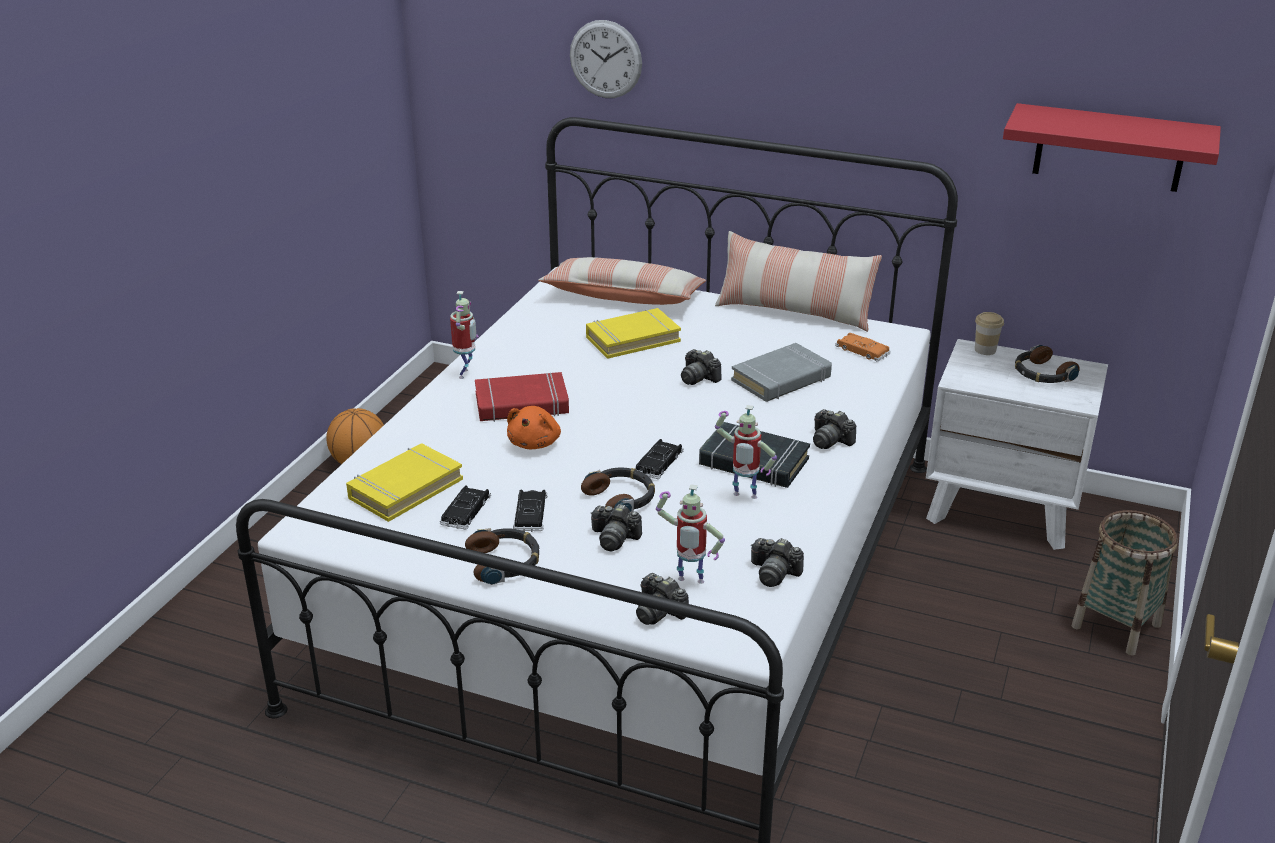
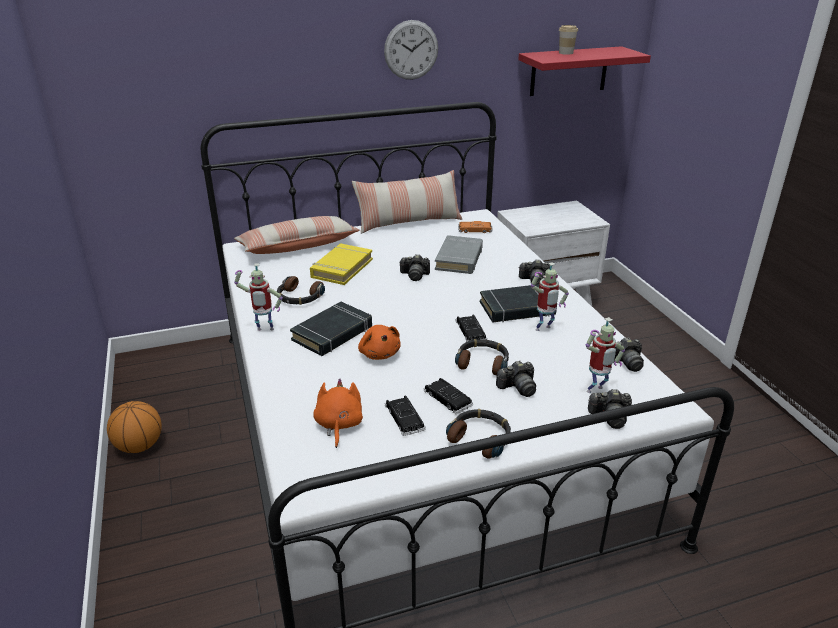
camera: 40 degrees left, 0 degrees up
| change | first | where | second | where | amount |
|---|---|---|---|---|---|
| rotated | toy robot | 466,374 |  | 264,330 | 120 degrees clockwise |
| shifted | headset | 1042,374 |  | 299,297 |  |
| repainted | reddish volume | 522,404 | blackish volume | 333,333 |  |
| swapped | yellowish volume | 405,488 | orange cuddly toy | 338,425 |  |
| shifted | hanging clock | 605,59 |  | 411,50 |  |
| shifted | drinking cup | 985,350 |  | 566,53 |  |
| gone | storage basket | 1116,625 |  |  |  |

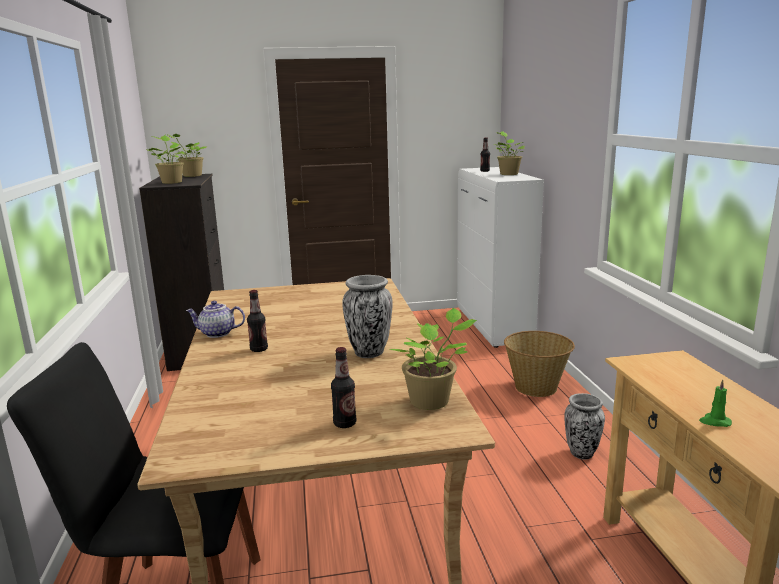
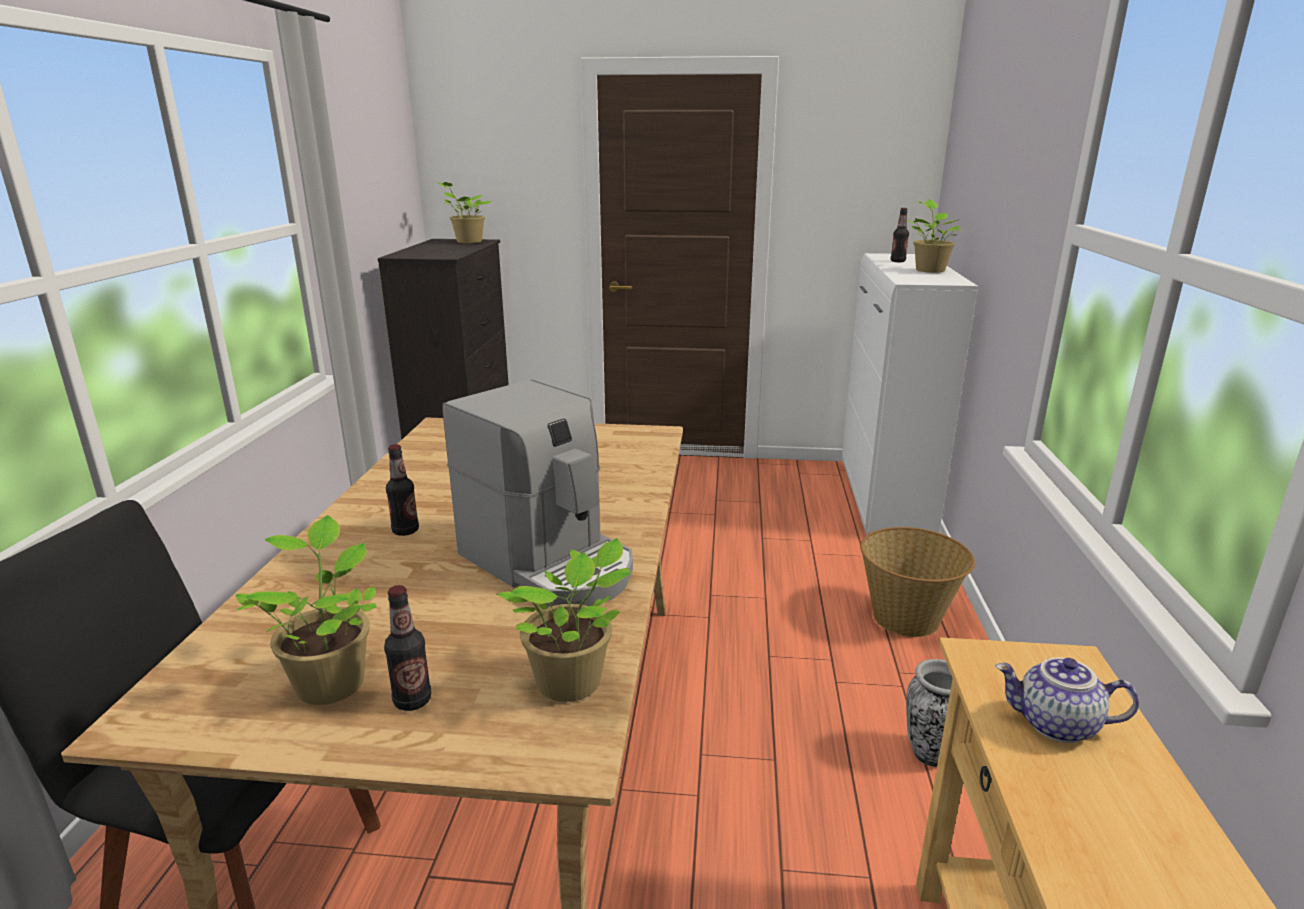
camera: 15 degrees right, 5 degrees up
| change | first | where | second | where | amount |
|---|---|---|---|---|---|
| shifted | plant in a pot | 171,182 |  | 331,681 |  |
| swapped | vase | 369,352 | coffee maker | 550,564 |  |
| shifted | pot for tea | 217,334 |  | 1055,725 |  |
| gone | greenish wax candle | 714,422 |  |  |  |

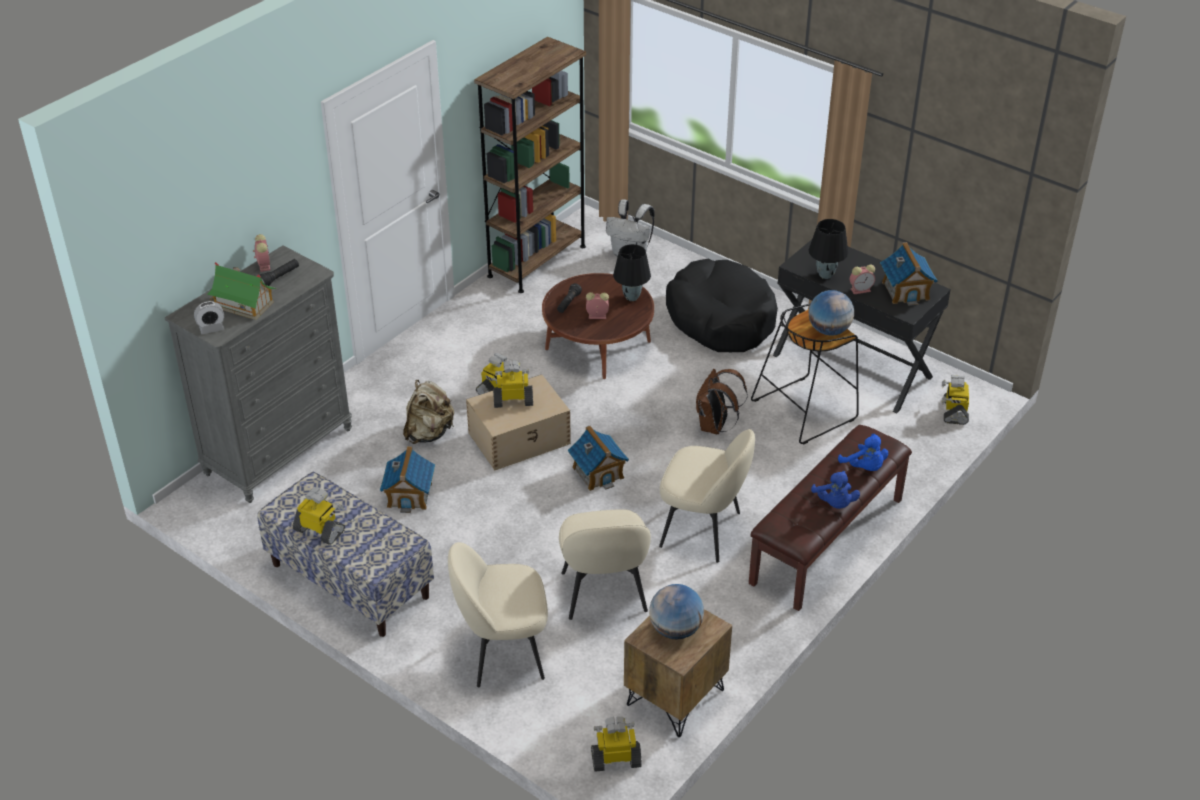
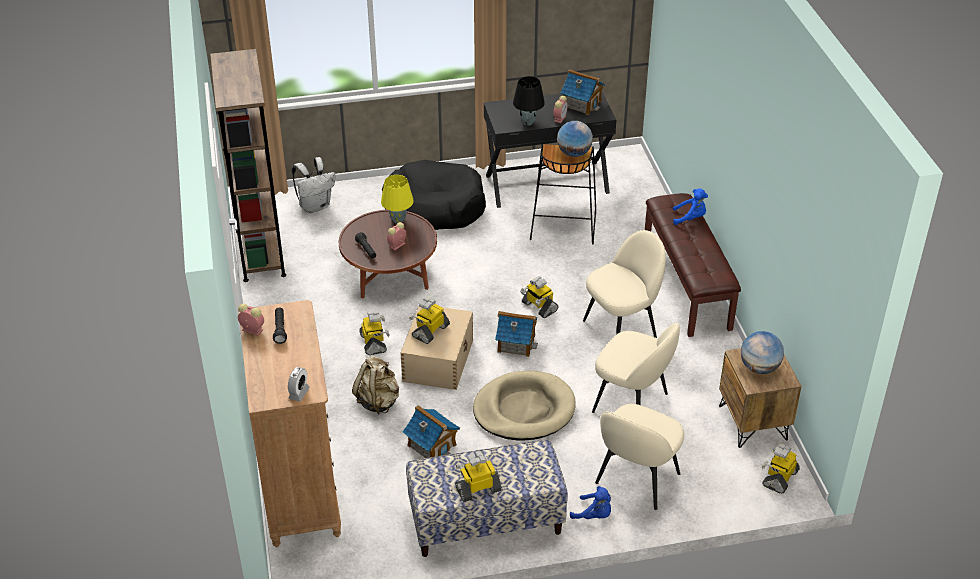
camera: 50 degrees left, 0 degrees up
| change | first | where | second | where | amount |
|---|---|---|---|---|---|
| repainted | greyish drawer chest | 279,451 | brown-coloured drawer chest | 299,491 |  |
| repainted | blackish lamp for a table | 631,297 | yellowish lamp for a table | 397,220 |  |
| new |  |  | beige pet bed | 524,409 |  |
| shifted | toy robot | 954,411 |  | 539,307 |  |
| shifted | blue-coloured cuddly toy | 834,503 |  | 594,515 |  |
| gone | toy house | 243,304 |  |  |  |
| gone | brown-coloured rucksack | 715,426 |  |  |  |

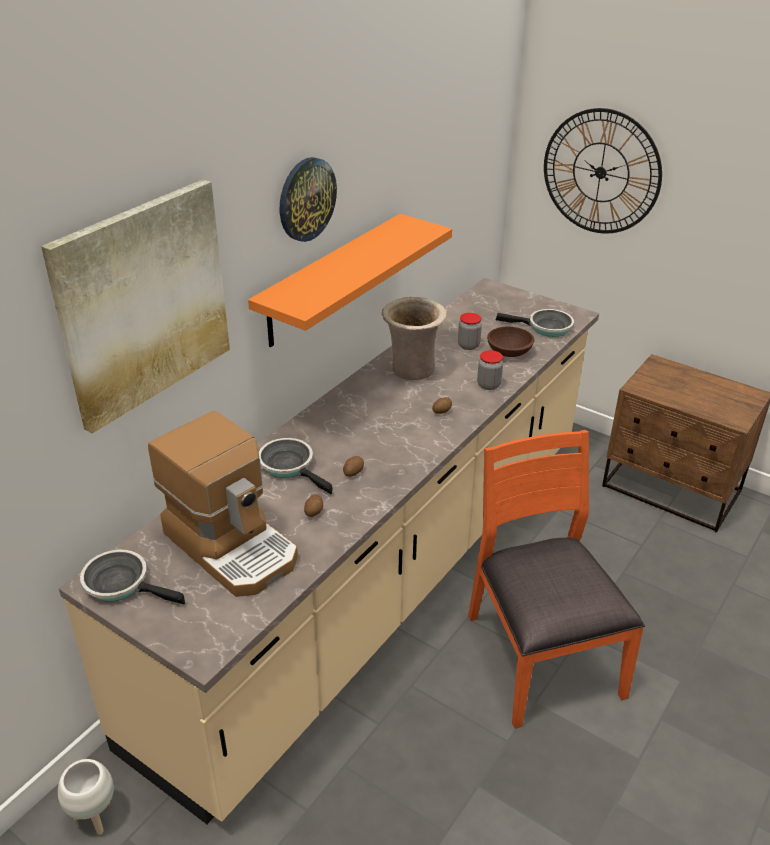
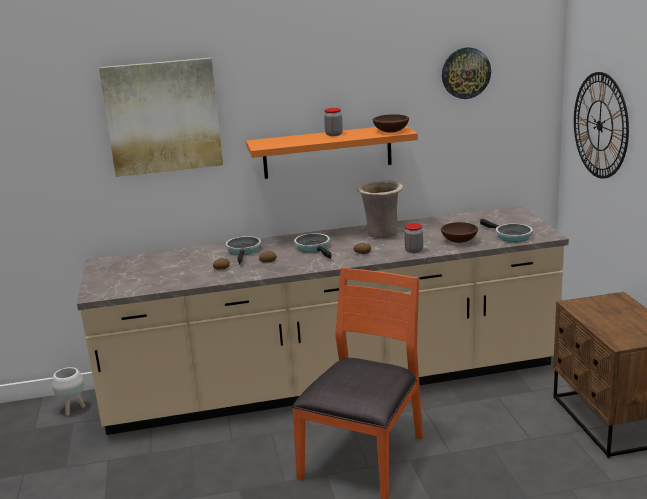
camera: 45 degrees right, 15 degrees down
| change | first | where | second | where | amount |
|---|---|---|---|---|---|
| shifted | frying pan | 122,584 |  | 314,248 |  |
| shifted | jar | 468,345 |  | 334,134 |  |
| new |  |  | brown-coloured deep dish | 390,131 |  |
| shifted | hanging clock | 306,199 |  | 465,73 |  |
| gone | coffee maker | 233,545 |  |  |  |

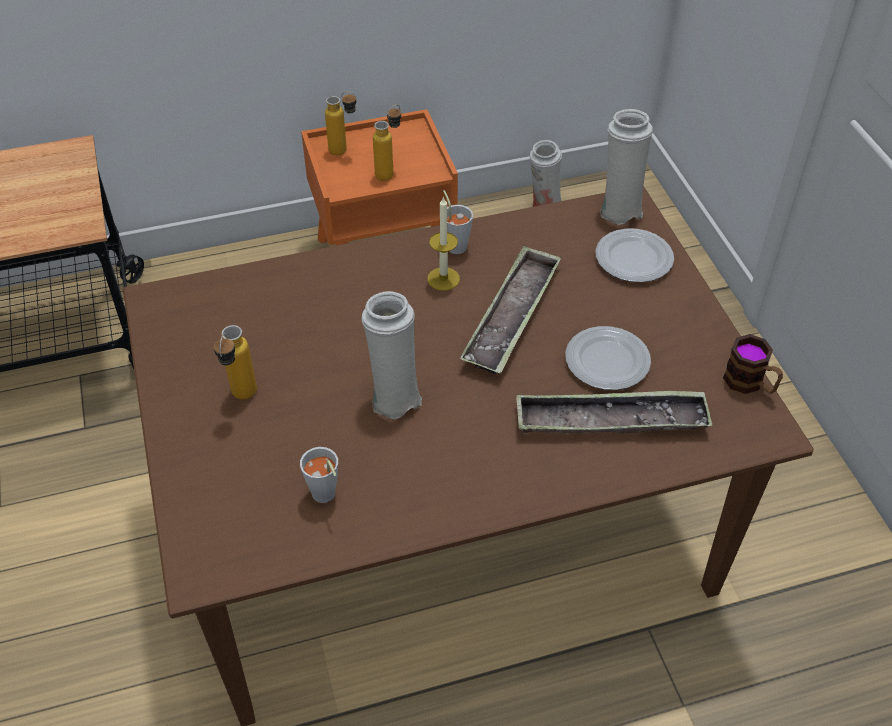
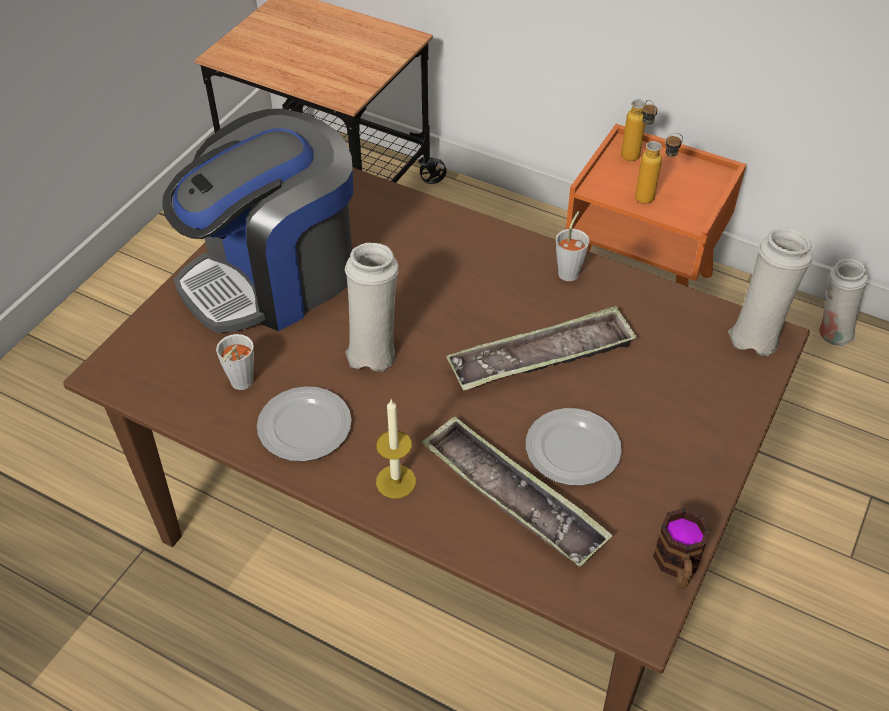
camera: 45 degrees right, 0 degrees up
| change | first | where | second | where | amount |
|---|---|---|---|---|---|
| swapped | beverage bottle | 241,399 | coffee maker | 274,277 |  |
| shifted | dinner plate | 634,258 |  | 306,427 |  |
| shifted | wax candle | 443,279 |  | 396,481 |  |

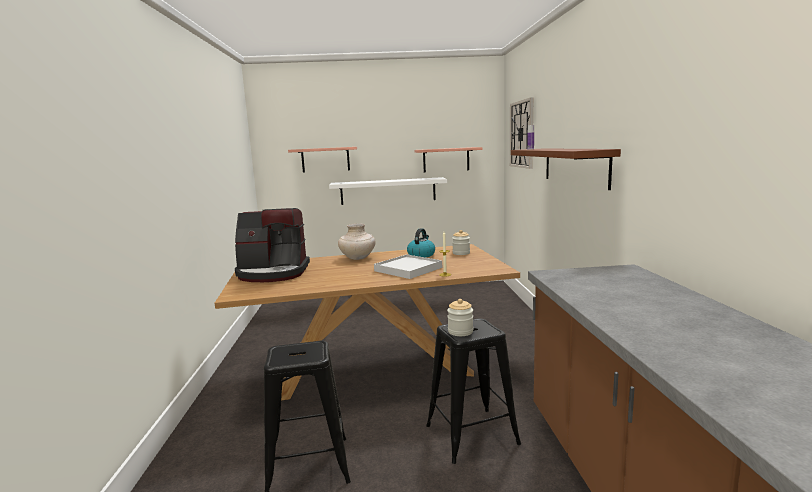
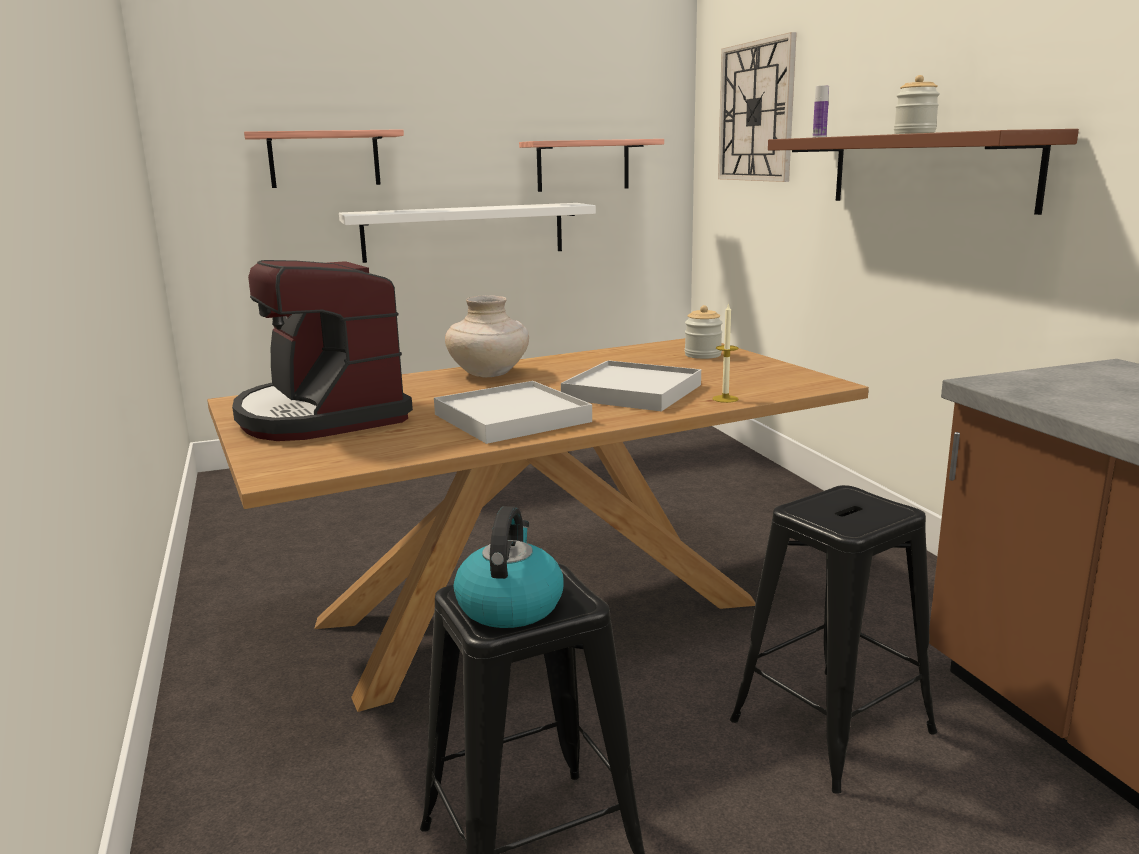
camera: 15 degrees left, 5 degrees up
| change | first | where | second | where | amount |
|---|---|---|---|---|---|
| rotated | coffee maker | 273,273 |  | 321,416 | 75 degrees clockwise |
| new |  |  | white carrying tray | 512,418 |  |
| shifted | water kettle | 421,255 |  | 509,605 |  |
| shifted | jar | 460,331 |  | 914,133 |  |

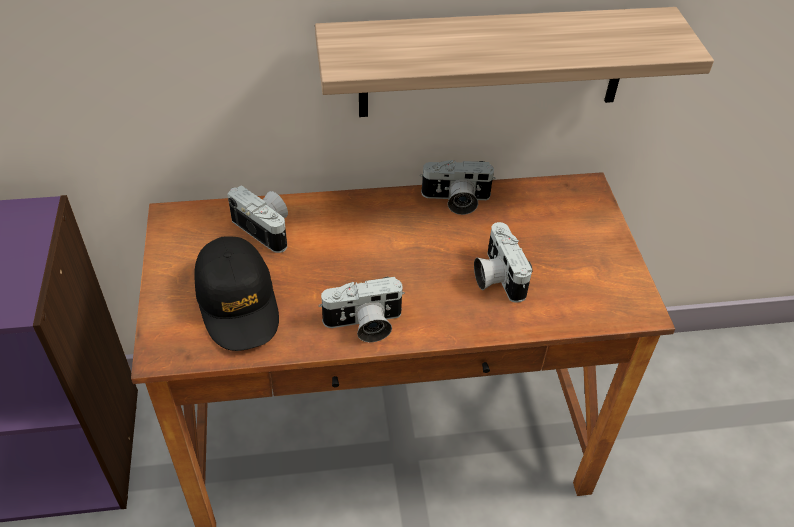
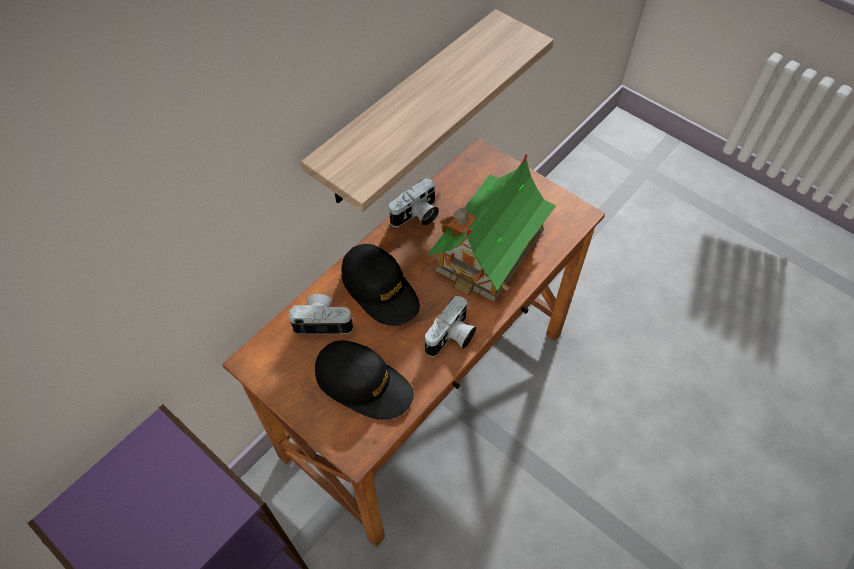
camera: 40 degrees left, 10 degrees up
| change | first | where | second | where | amount |
|---|---|---|---|---|---|
| new |  |  | blackish peaked cap | 380,290 |  |
| swapped | photo camera | 496,276 | toy house | 490,250 |  |

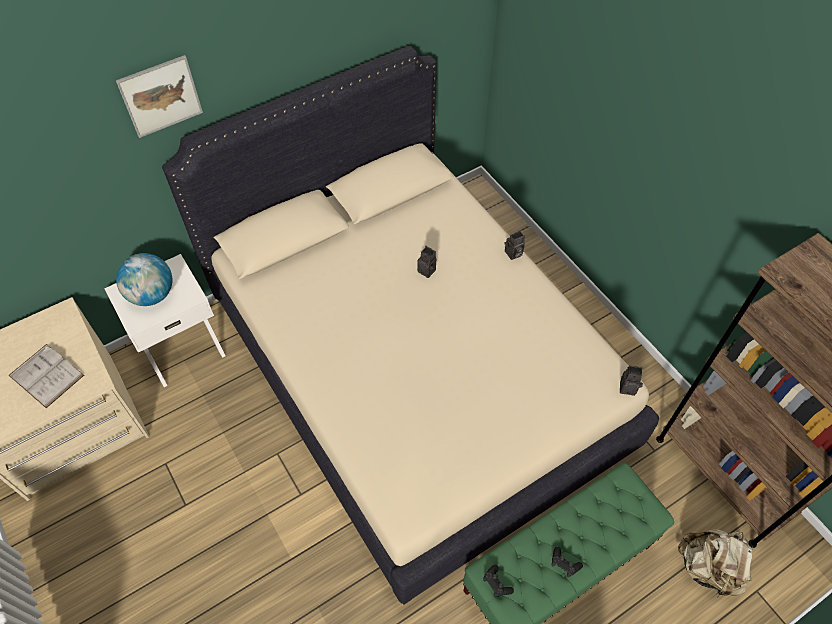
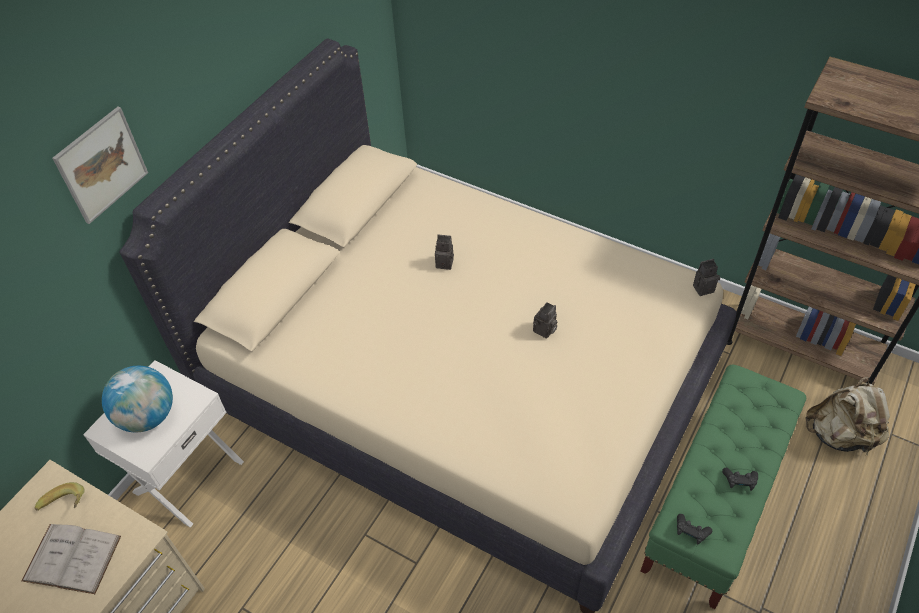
camera: 25 degrees left, 5 degrees down
| change | first | where | second | where | amount |
|---|---|---|---|---|---|
| new |  |  | banana fruit | 66,507 |  |
| shifted | photo camera | 513,254 |  | 544,331 |  |

